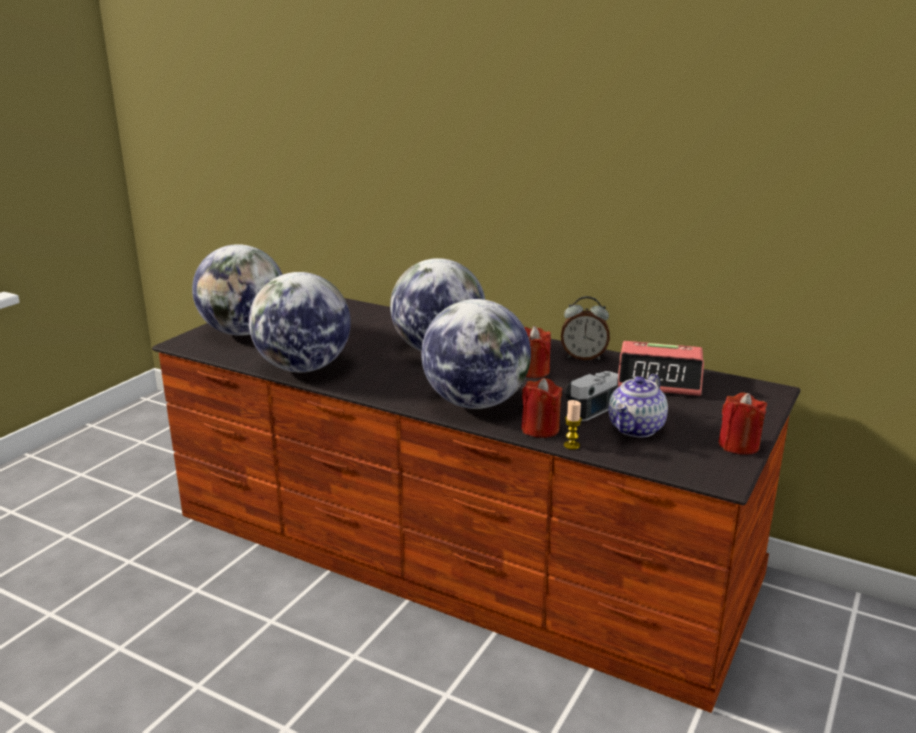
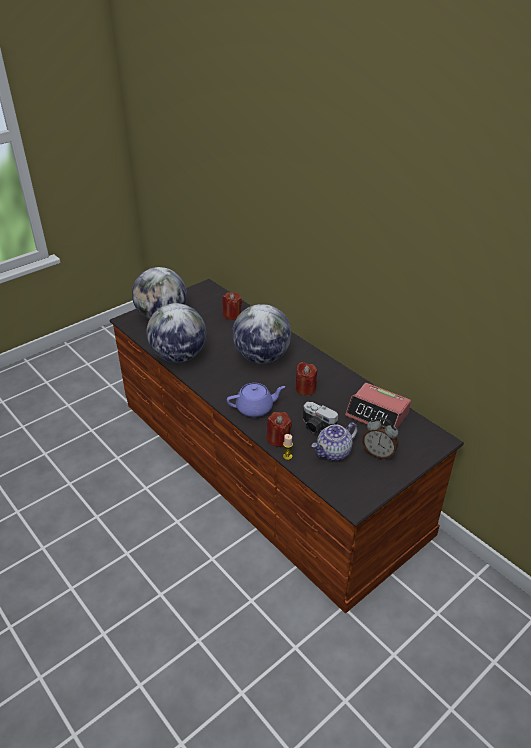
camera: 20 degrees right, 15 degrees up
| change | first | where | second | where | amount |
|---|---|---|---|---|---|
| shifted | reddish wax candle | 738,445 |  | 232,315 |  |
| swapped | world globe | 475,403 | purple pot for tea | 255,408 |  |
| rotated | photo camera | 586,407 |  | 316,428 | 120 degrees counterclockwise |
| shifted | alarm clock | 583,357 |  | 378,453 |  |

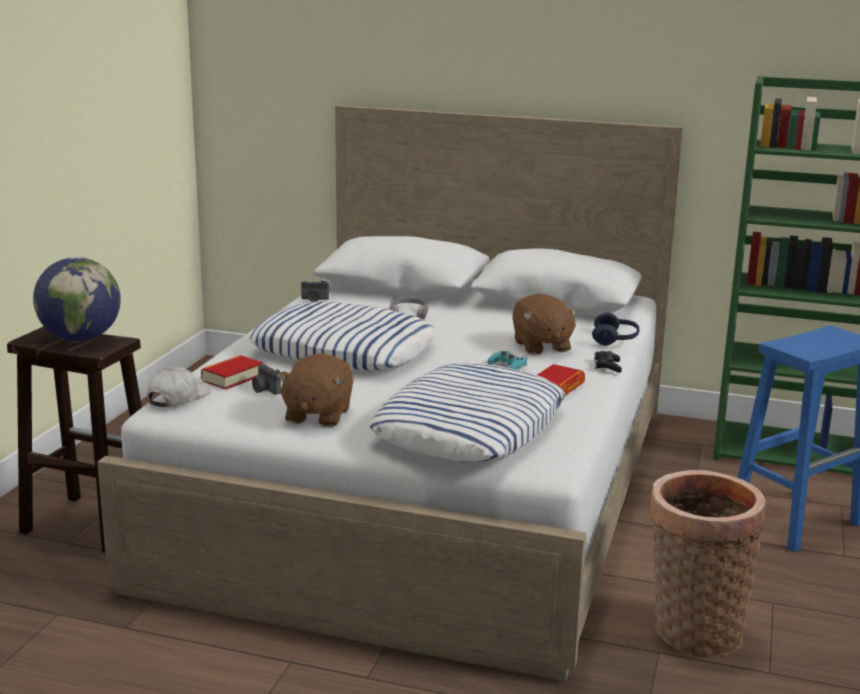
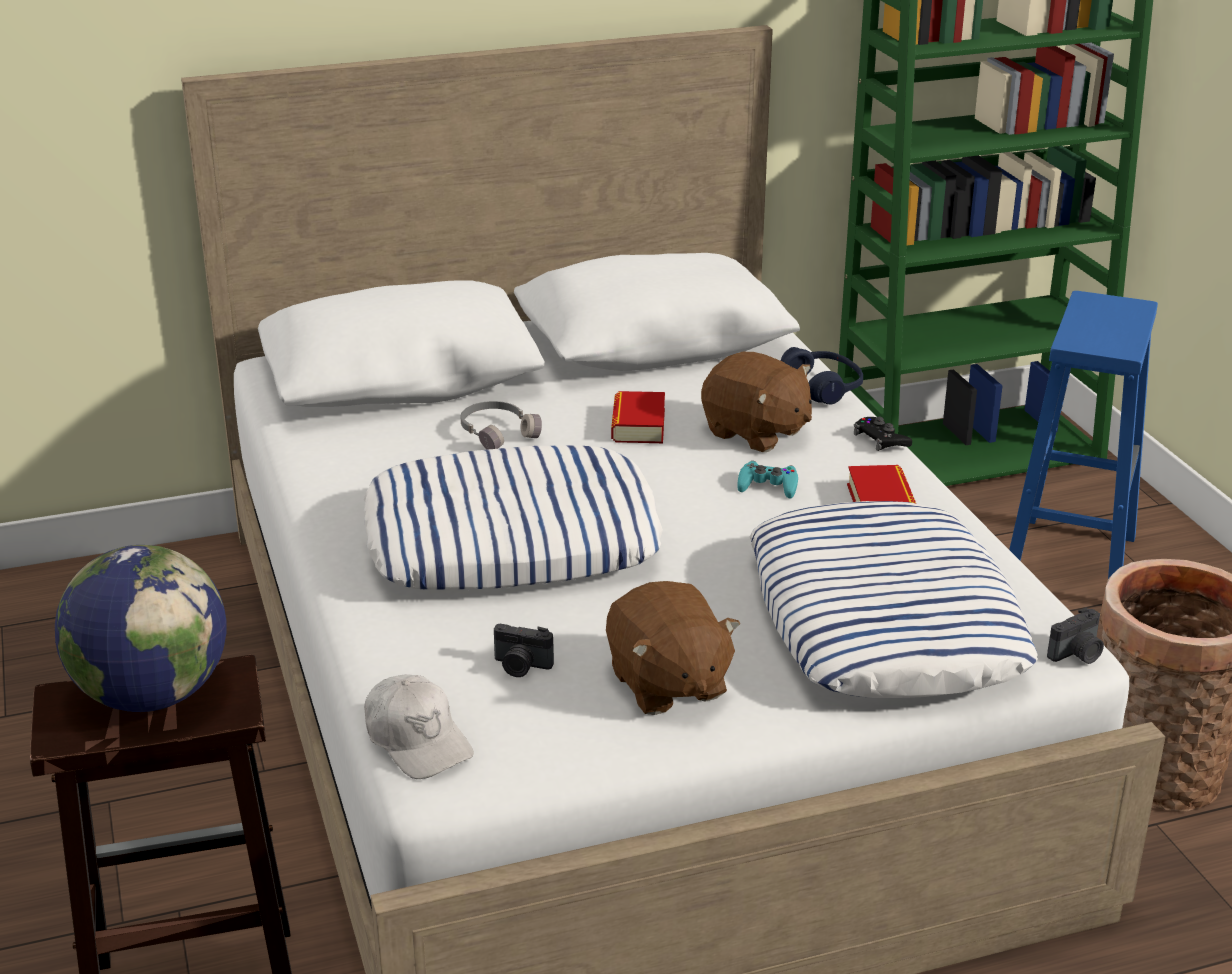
camera: 35 degrees left, 10 degrees up
| change | first | where | second | where | amount |
|---|---|---|---|---|---|
| rotated | white peaked cap | 178,398 |  | 417,740 | 150 degrees clockwise |
| shifted | volume | 232,378 |  | 638,425 |  |
| shifted | photo camera | 314,300 |  | 1077,654 |  |

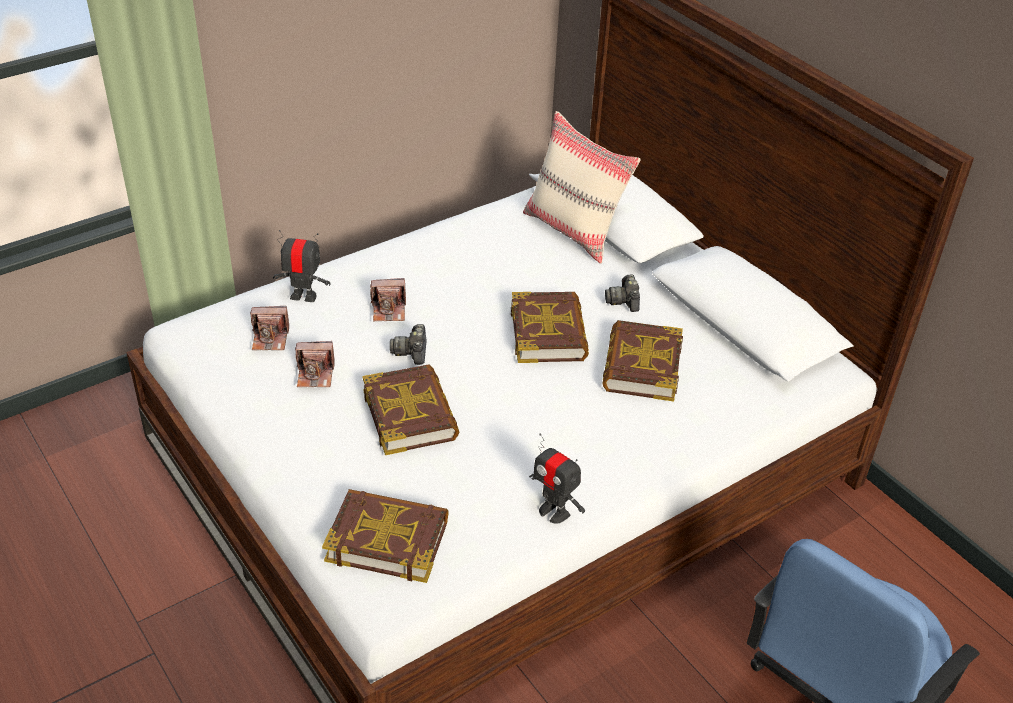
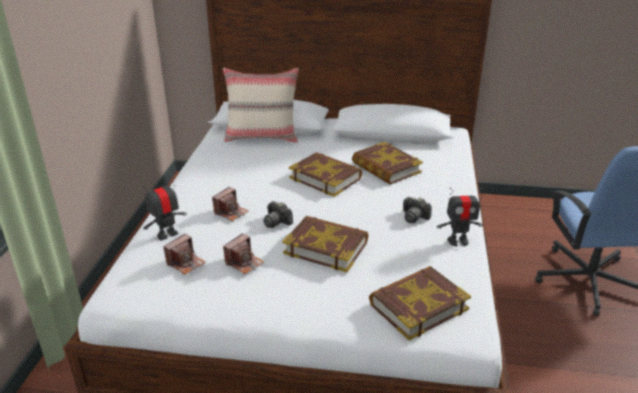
camera: 45 degrees left, 10 degrees down
| change | first | where | second | where | amount |
|---|---|---|---|---|---|
| shifted | photo camera | 624,301 |  | 414,217 |  |

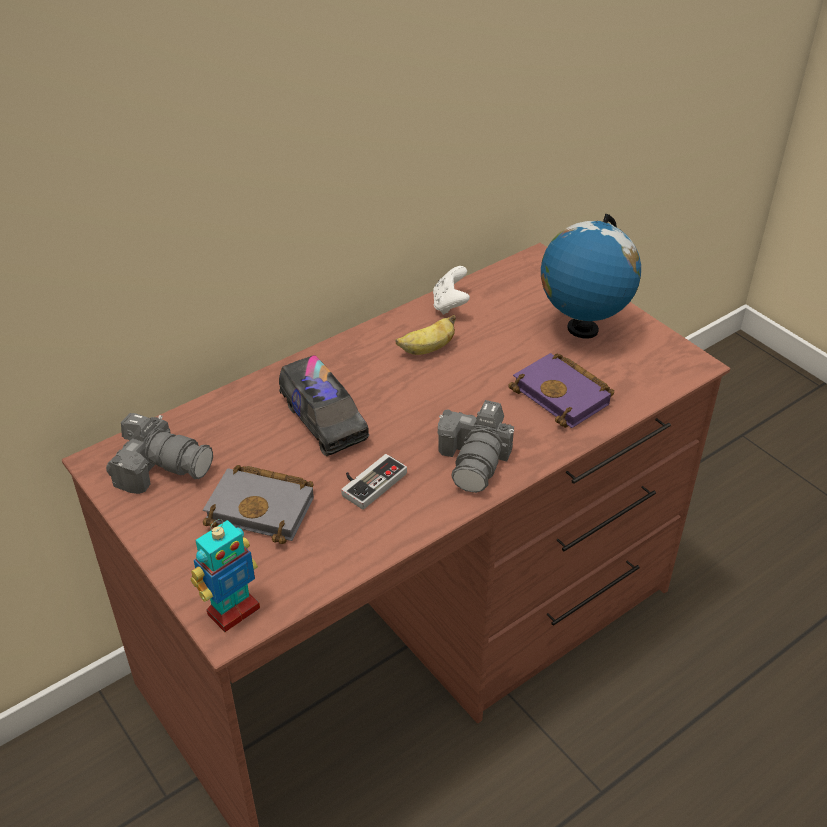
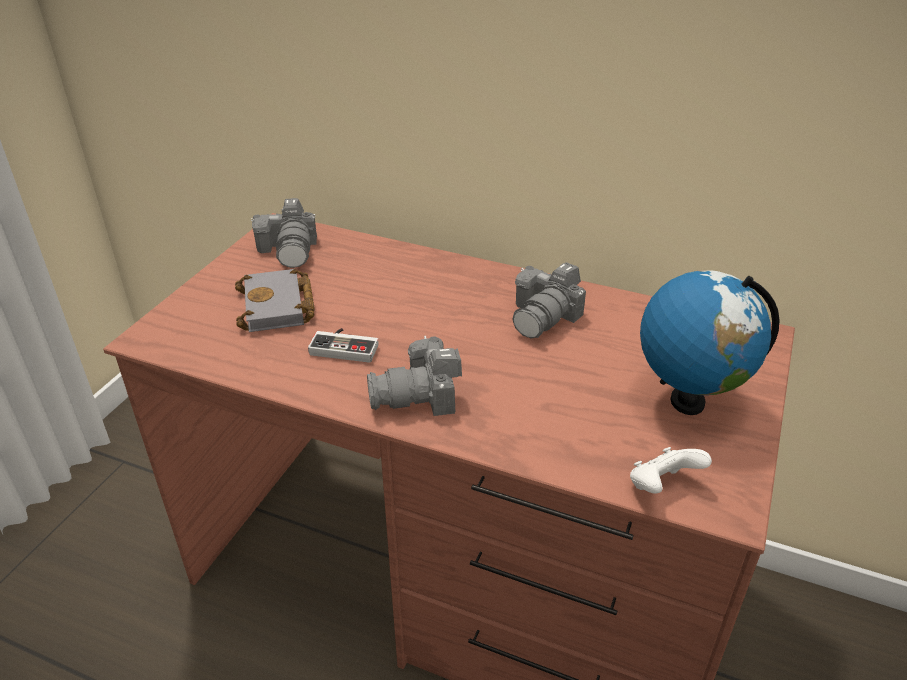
camera: 60 degrees right, 5 degrees down
| change | first | where | second | where | amount |
|---|---|---|---|---|---|
| swapped | banana fruit | 427,349 | photo camera | 545,316 |  |
| shifted | white joypad | 450,305 |  | 662,486 |  |
| gone | toy robot | 233,610 |  |  |  |
| gone | toy lorry | 323,420 |  |  |  |
| gone | purple volume | 564,396 |  |  |  |

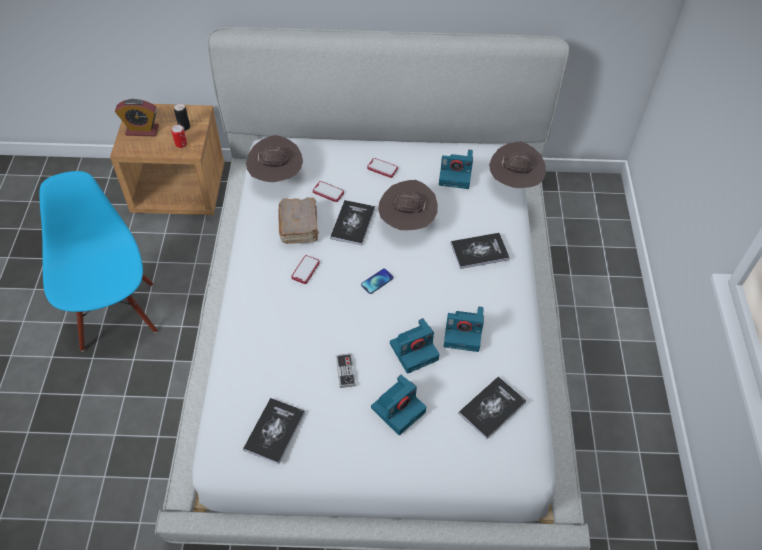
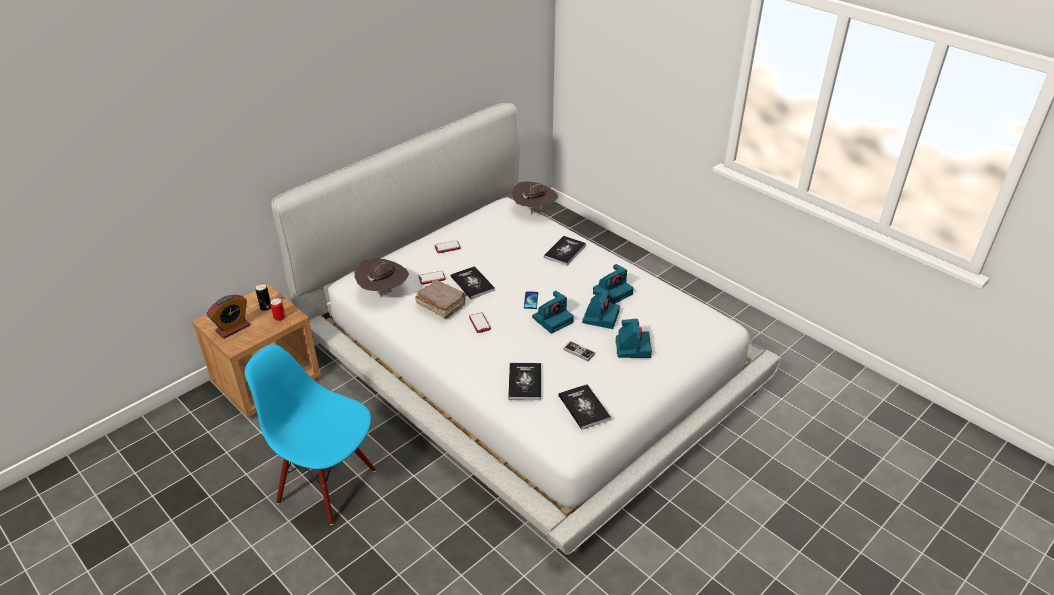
camera: 45 degrees left, 15 degrees down
| change | first | where | second | where | amount |
|---|---|---|---|---|---|
| shifted | volume | 492,408 |  | 524,382 |  |
| shifted | photo camera | 456,175 |  | 553,319 |  |
| gone | brown-coloured clothing hat | 406,222 |  |  |  |

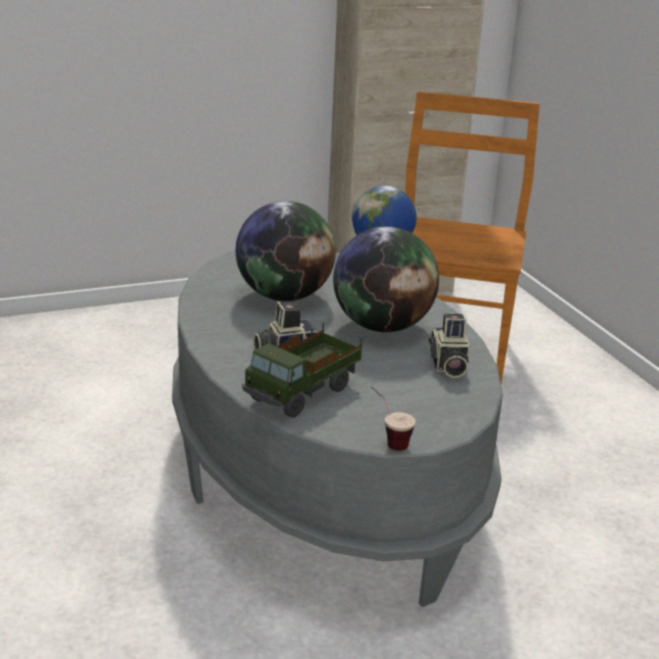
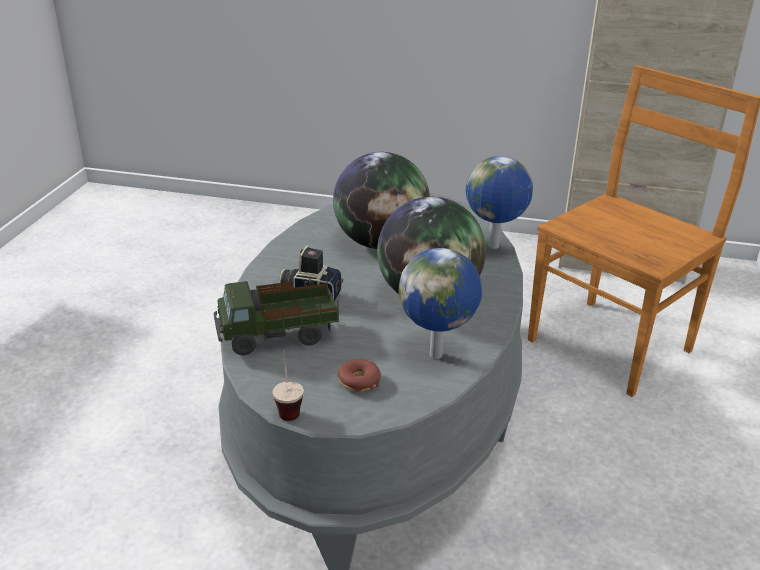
camera: 35 degrees right, 5 degrees up
| change | first | where | second | where | amount |
|---|---|---|---|---|---|
| new |  |  | donut | 359,381 |  |
| swapped | photo camera | 447,366 | world globe | 437,355 |  |

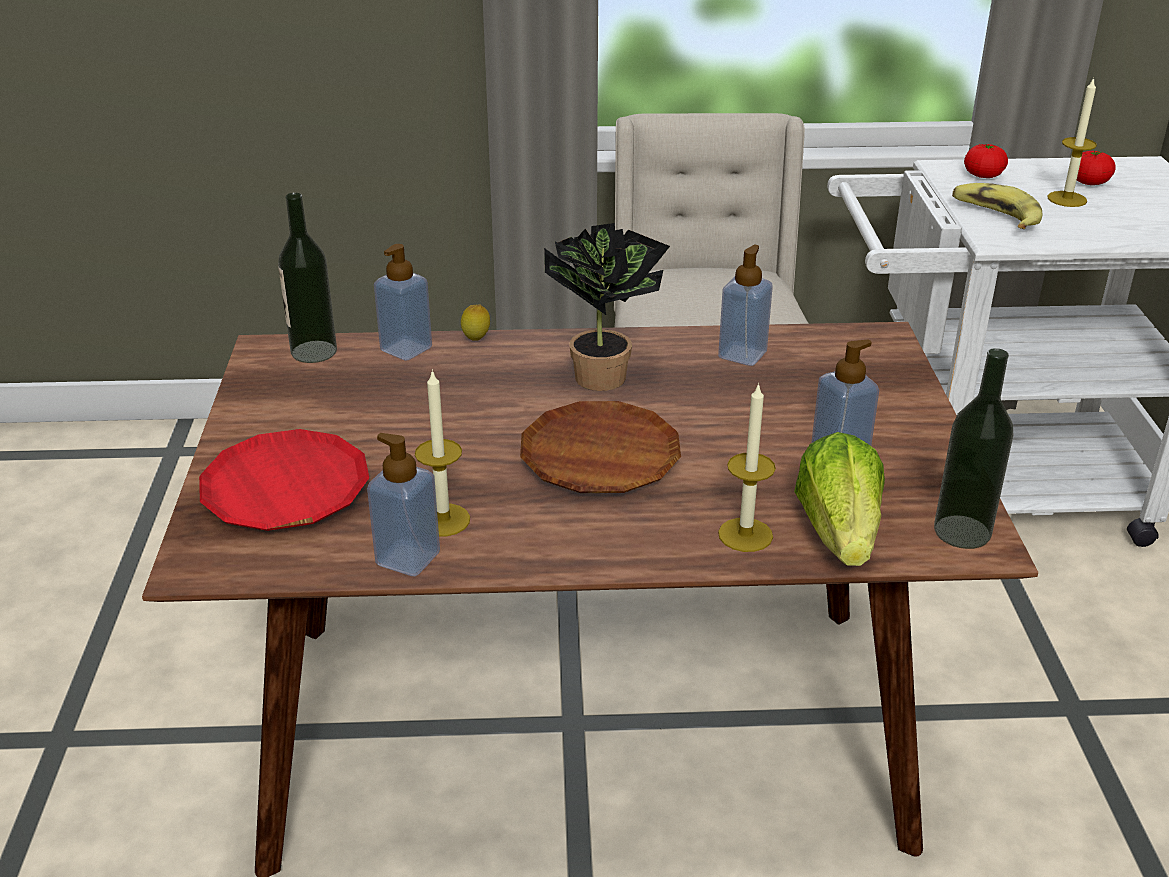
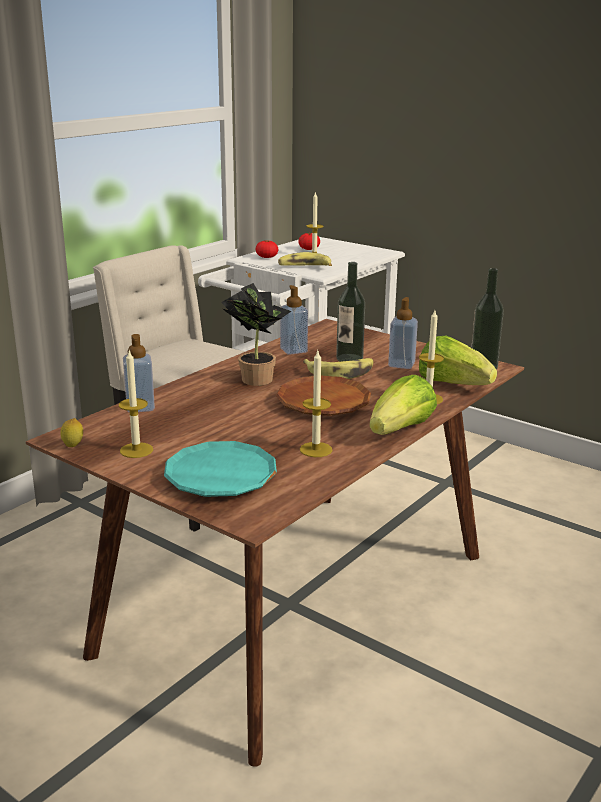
camera: 50 degrees left, 10 degrees down
| change | first | where | second | where | amount |
|---|---|---|---|---|---|
| shifted | whole lemon | 476,340 |  | 73,447 |  |
| new |  |  | wax candle | 136,450 |  |
| repainted | reddish dinner plate | 286,490 | blue-green dinner plate | 221,476 |  |
| new |  |  | banana fruit | 340,373 |  |
| shifted | beverage bottle | 314,351 |  | 349,358 |  |
| new |  |  | head of lettuce | 401,430 |  |
| gone | liquid soap bottle | 408,558 |  |  |  |

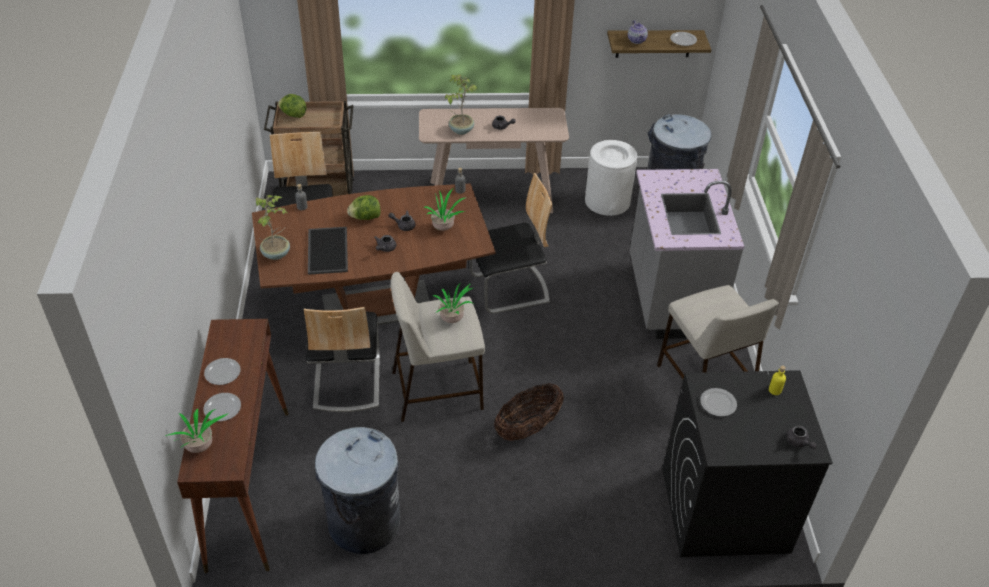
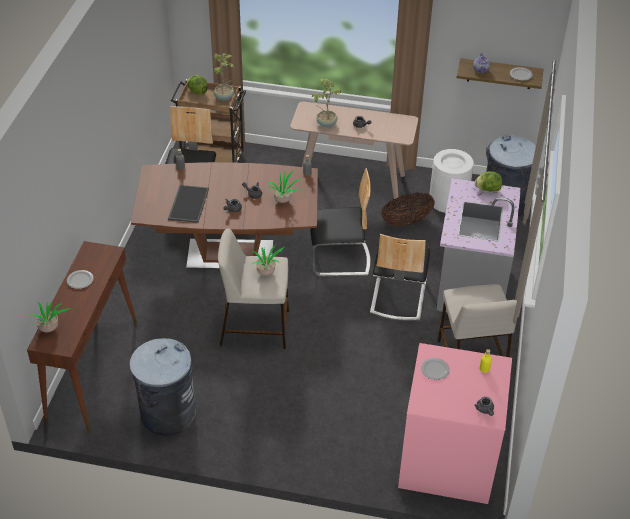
camera: 15 degrees right, 0 degrees up
| change | first | where | second | where | amount |
|---|---|---|---|---|---|
| shifted | plant in a pot | 277,254 |  | 224,97 |  |
| shifted | upright chair | 346,380 |  | 397,297 |  |
| shifted | storage basket | 528,427 |  | 406,222 |  |
| repainted | blackish laundry machine | 723,510 | pink laundry machine | 446,461 |  |
| shifted | head of lettuce | 365,217 |  | 487,189 |  |
| gone | dinner plate | 222,407 |  |  |  |

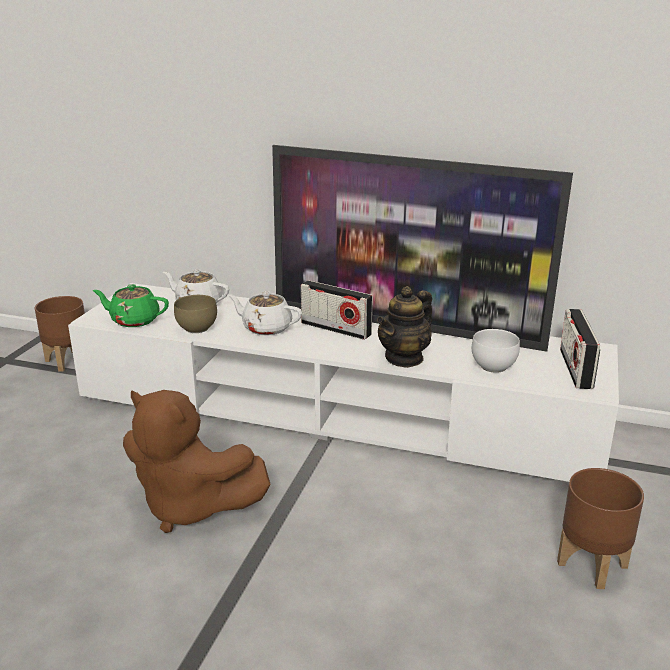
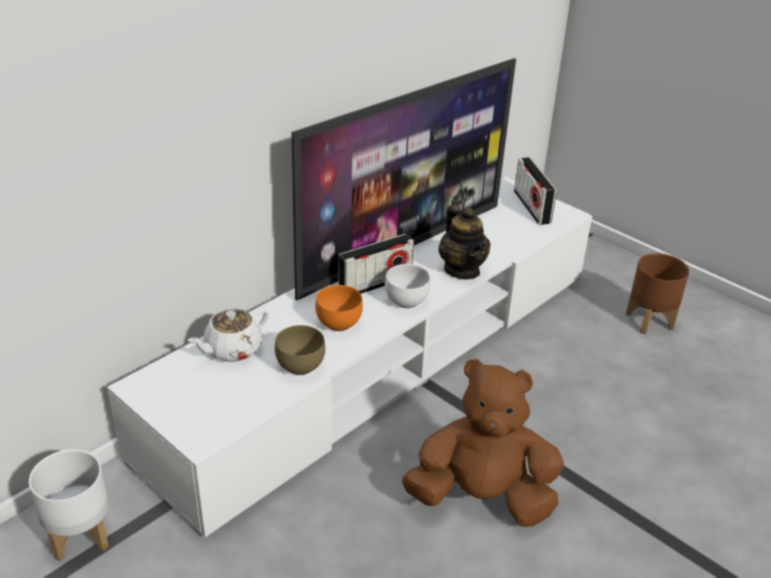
camera: 65 degrees left, 10 degrees up
| change | first | where | second | where | amount |
|---|---|---|---|---|---|
| repainted | brown-coloured flower pot | 69,360 | white flower pot | 80,535 |  |
| swapped | white pot for tea | 266,328 | orange deep dish | 339,322 |  |
| shifted | white deep dish | 491,366 |  | 405,302 |  |
| rotated | brown-coloured cuddly toy | 190,506 |  | 481,498 | 135 degrees counterclockwise |
| rotated | radio set | 575,368 |  | 532,207 | 45 degrees clockwise |
| gone | greenish pot for tea | 134,320 |  |  |  |

